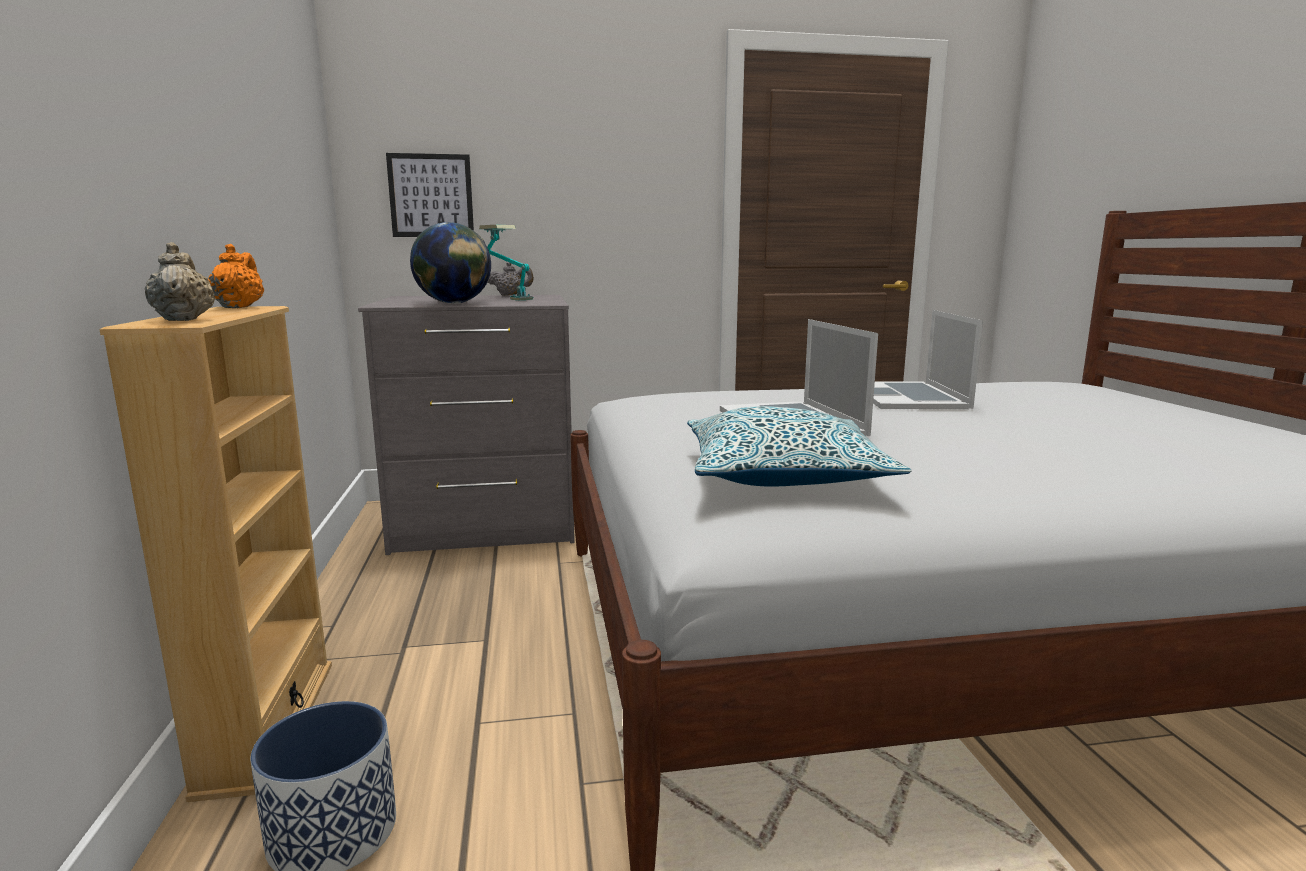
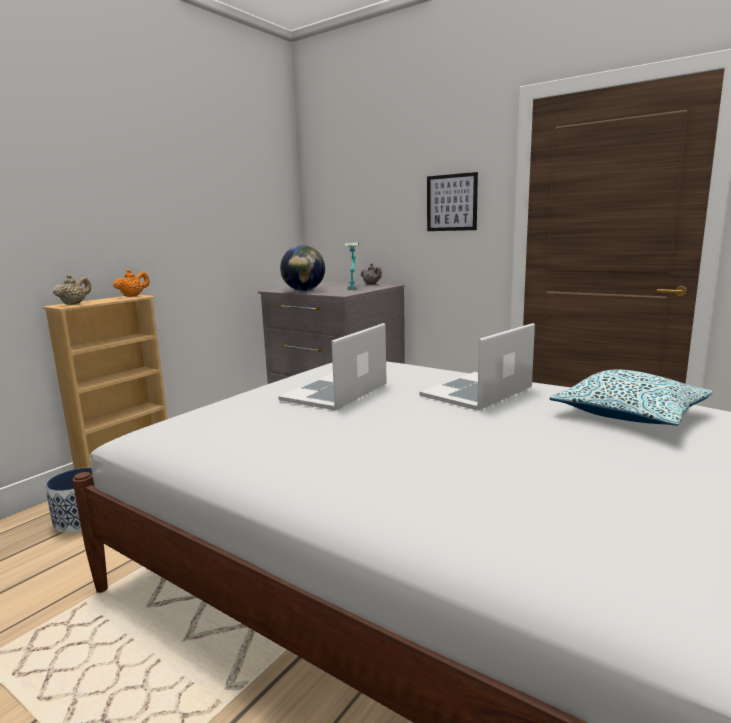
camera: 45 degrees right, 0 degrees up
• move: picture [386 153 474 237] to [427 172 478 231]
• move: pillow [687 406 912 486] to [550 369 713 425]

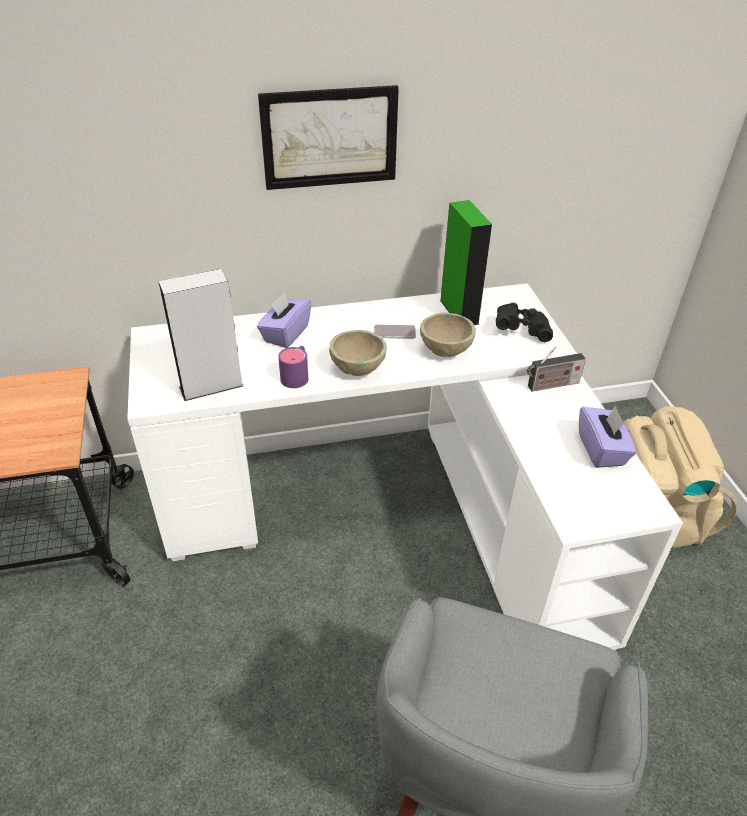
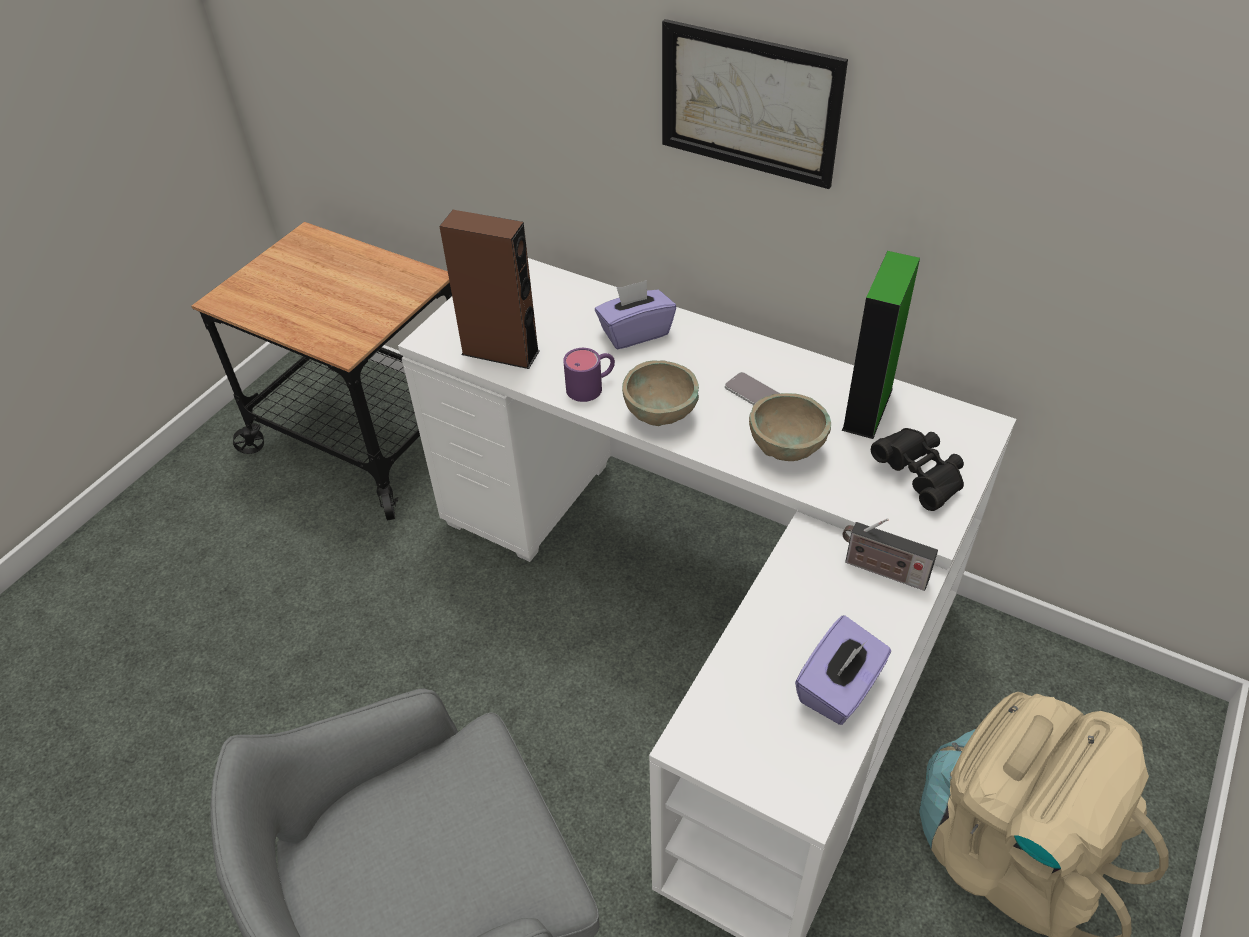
camera: 45 degrees right, 5 degrees up
• recolor: loudspeaker (grey) [158 269 243 401] to loudspeaker (brown) [439 210 540 369]

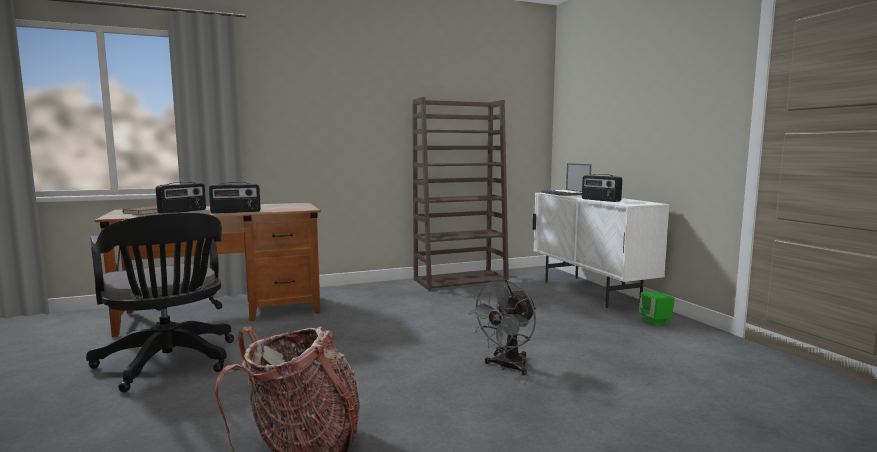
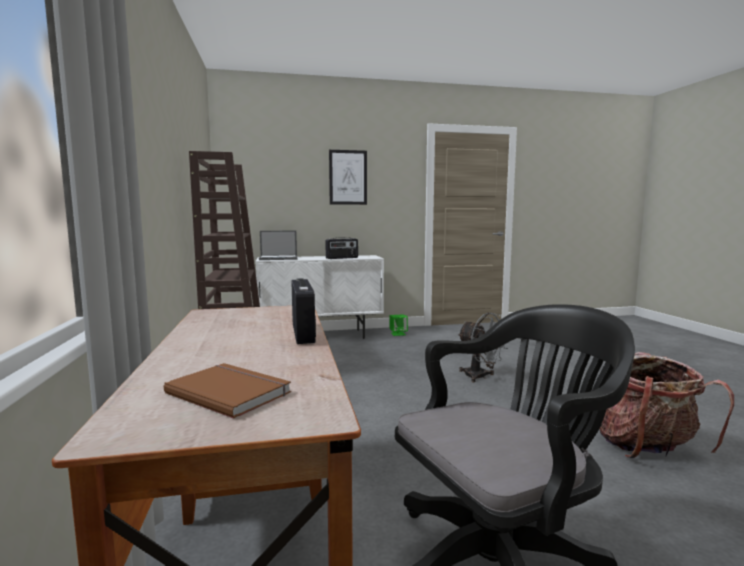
camera: 80 degrees left, 0 degrees up
• insert: picture [329 150 367 205]
• delete: radio [156 182 206 213]

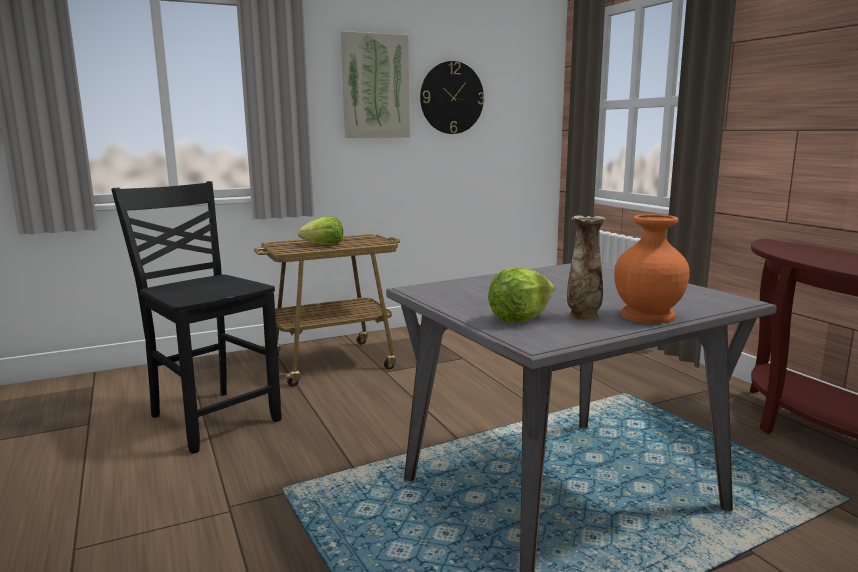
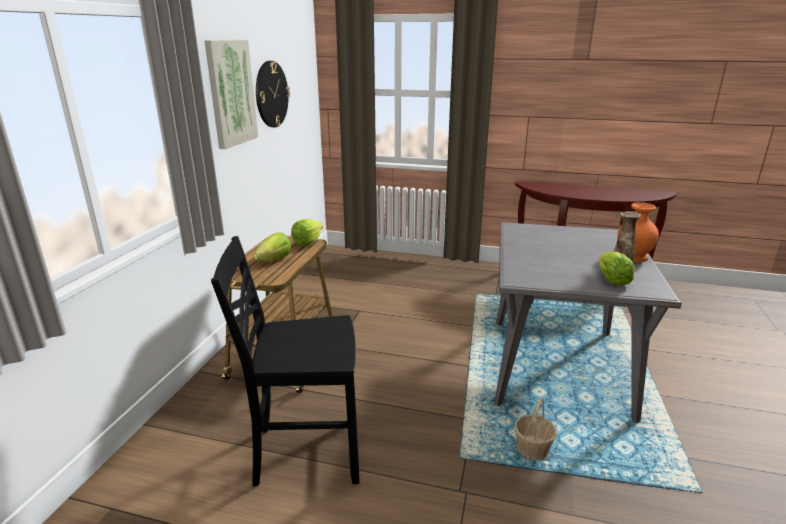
camera: 50 degrees left, 10 degrees up
• insert: lettuce head [291 219 323 246]
• insert: basket [514 398 557 460]

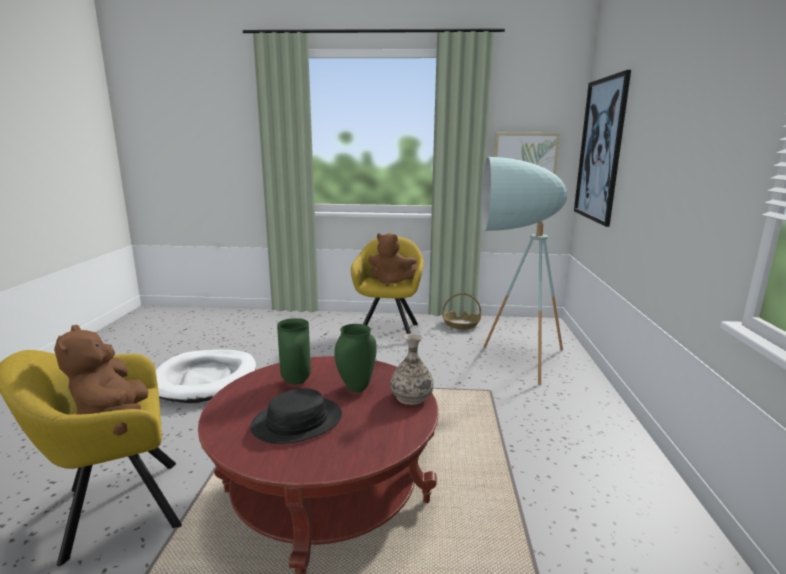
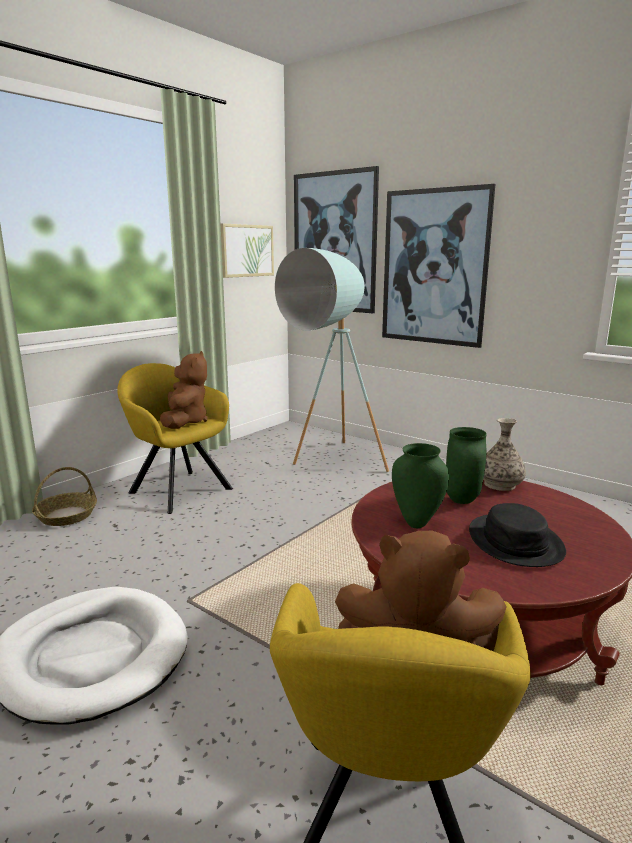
camera: 55 degrees left, 0 degrees up
• move: basket [442 293 481 330] to [32 467 97 526]
• rotate: cuddly toy (brown) [368 233 418 287] = [160 351 208 429] 60 degrees counterclockwise
• insert: picture [382 184 495 348]

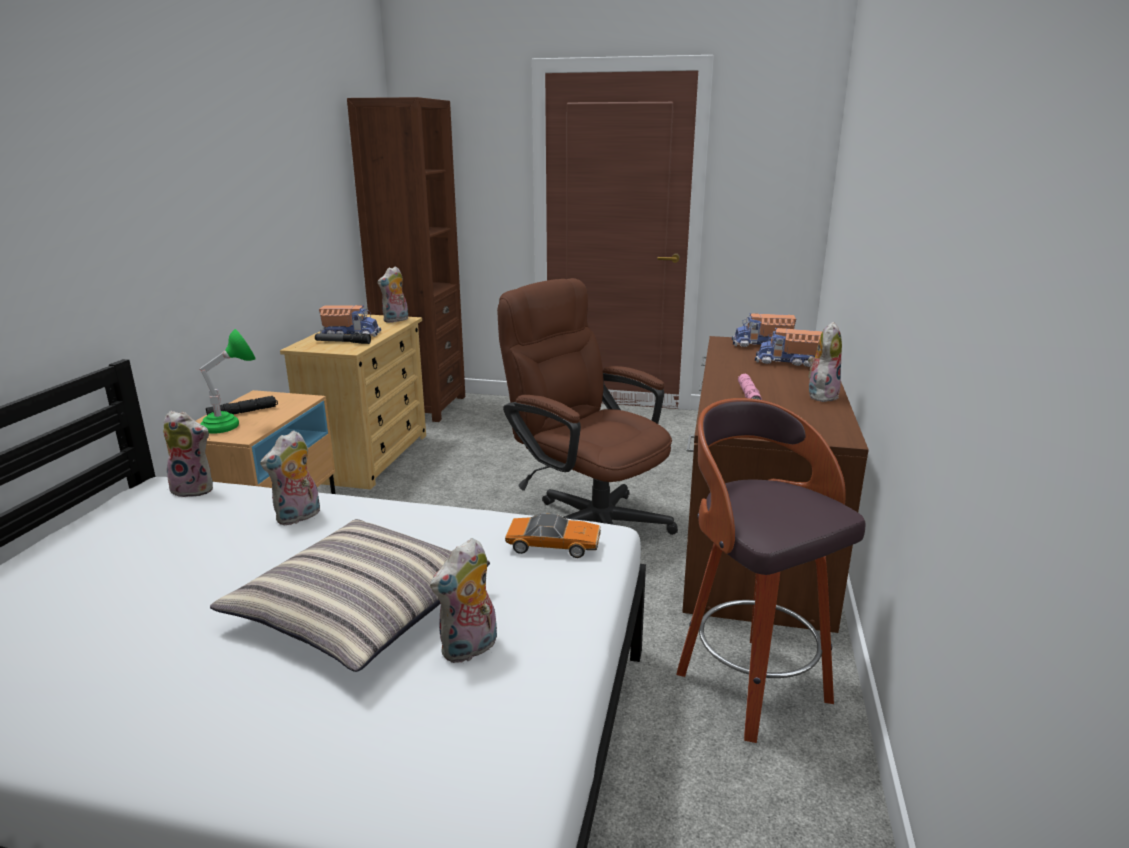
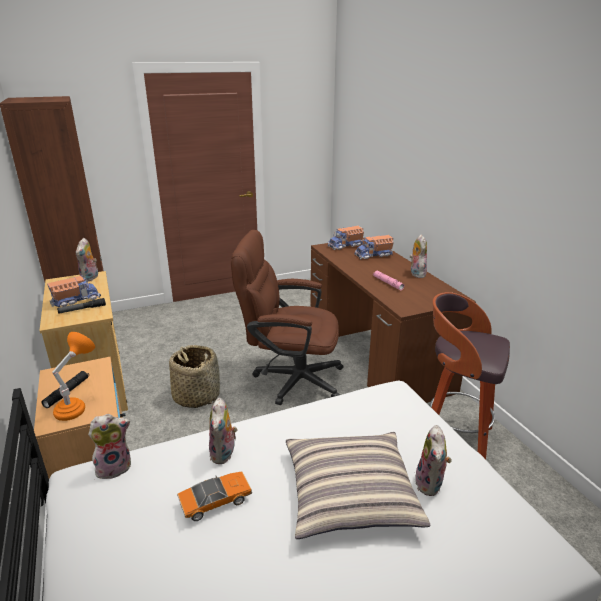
camera: 35 degrees left, 5 degrees up
• recolor: tabletop lamp (green-coloured) [200 329 255 434] to tabletop lamp (orangey) [52 332 95 421]
• insert: basket [169 345 220 408]
• move: toy car [505 513 601 558] to [177 471 252 521]

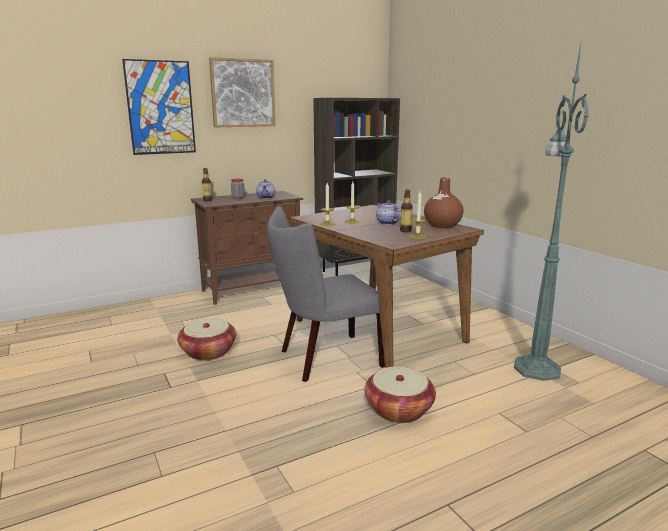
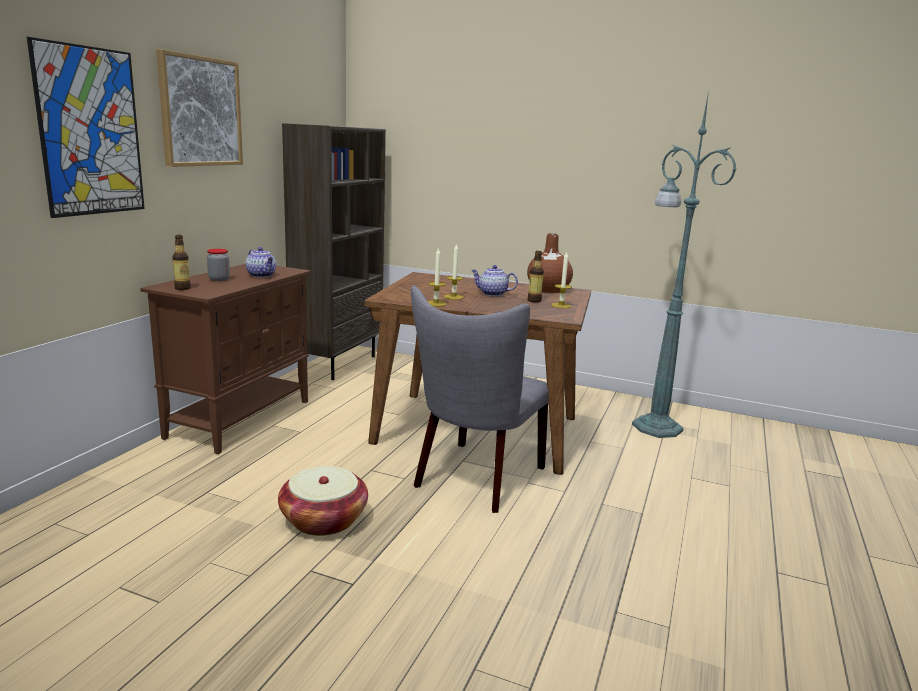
camera: 40 degrees left, 0 degrees up
• delete: basket [364 367 436 423]

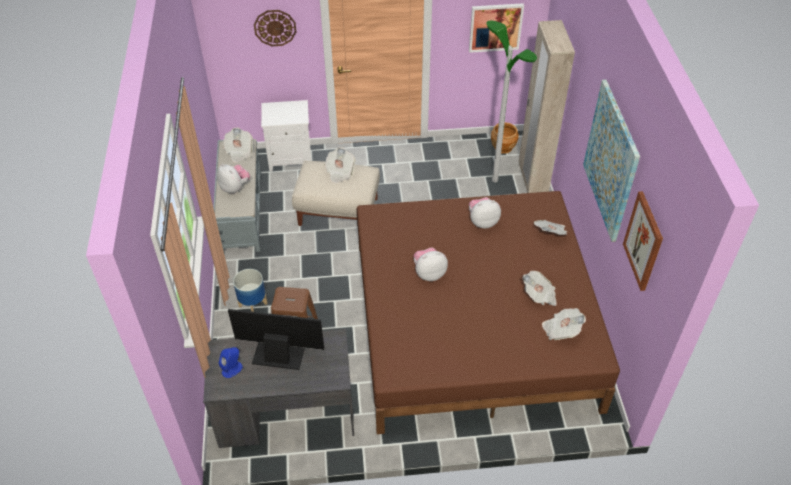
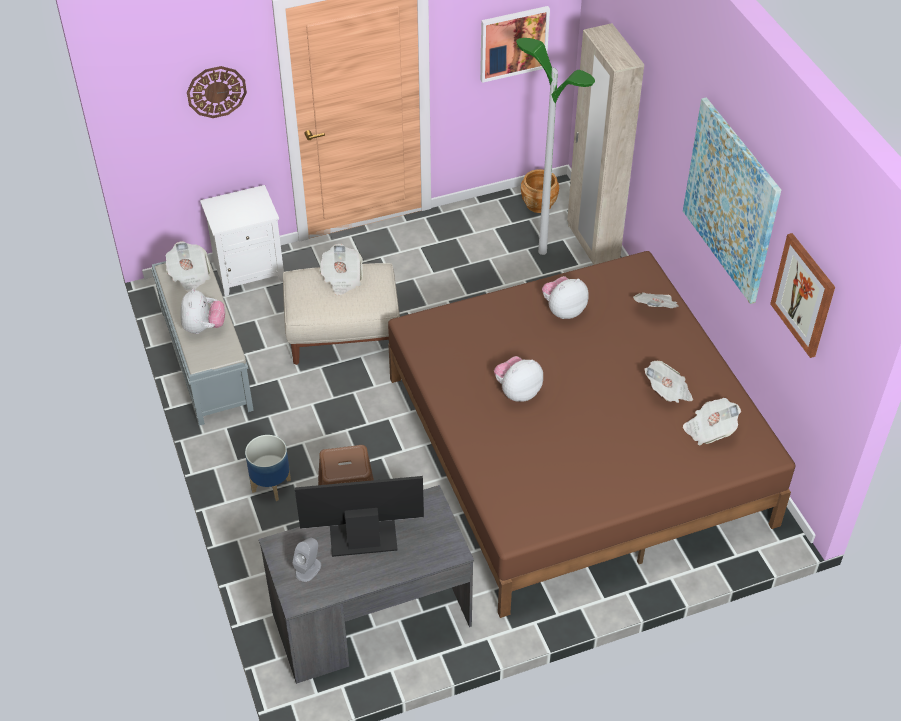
camera: 15 degrees left, 0 degrees up
• rotate: cuddly toy [217 164 250 194] = [180 289 225 334] 60 degrees clockwise
• recolor: loudspeaker (blue-coloured) [219 347 243 378] to loudspeaker (grey) [292 538 321 582]

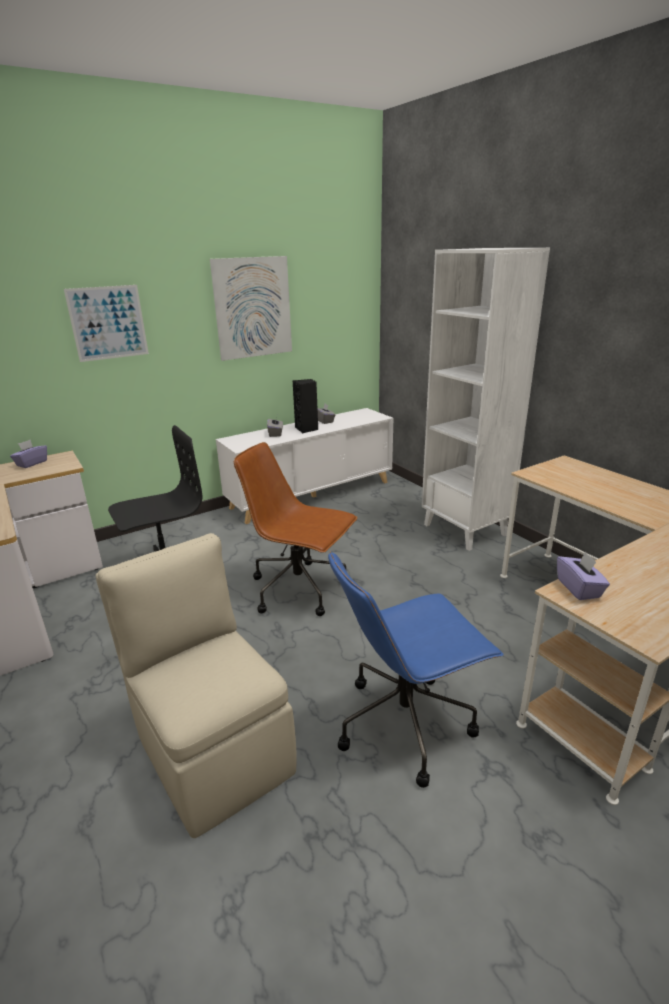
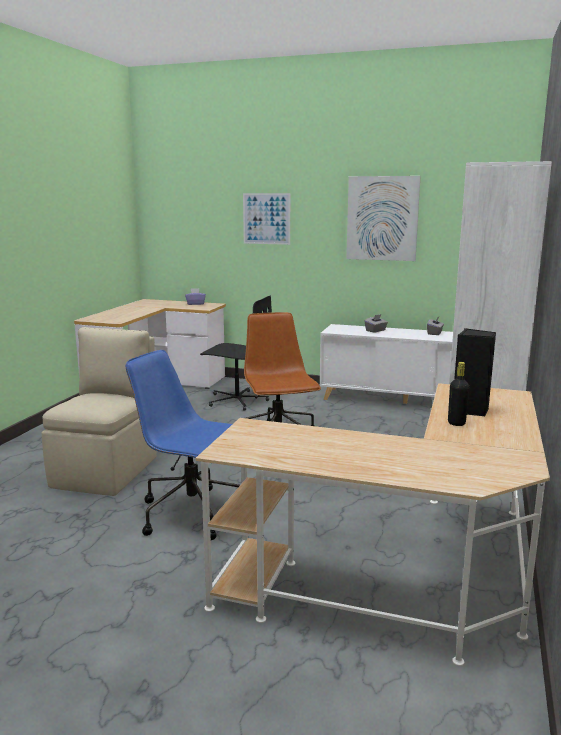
camera: 50 degrees right, 10 degrees down
• insert: bottle (black) [448 362 469 426]
• move: loudspeaker (black) [293 379 318 433] to [454 328 496 416]
• delete: tissue holder (purple-coloured) [557 551 610 600]

